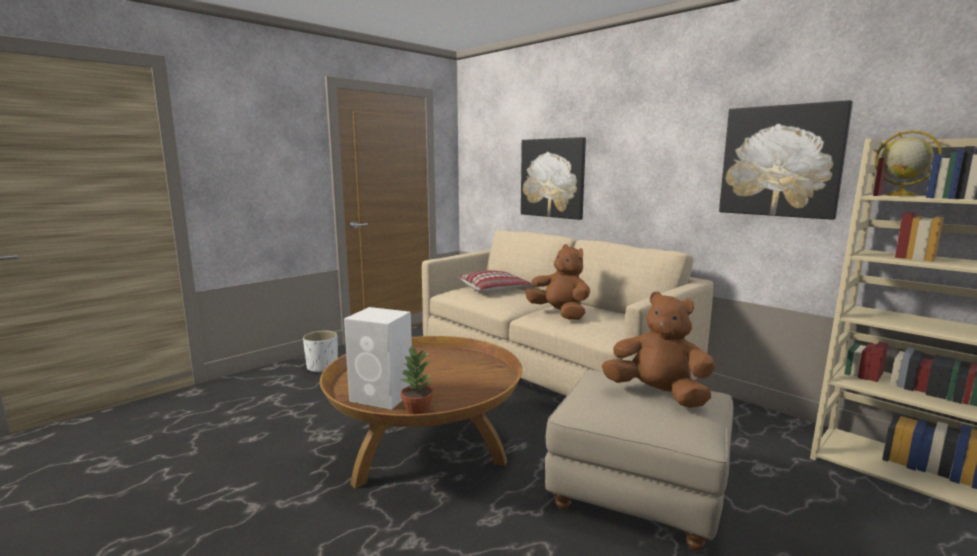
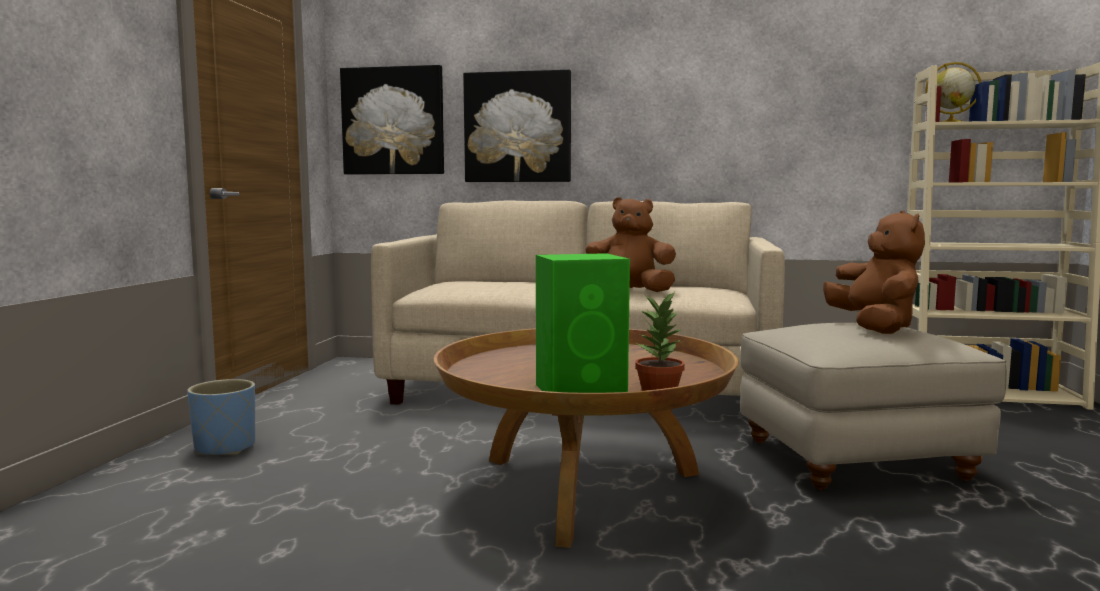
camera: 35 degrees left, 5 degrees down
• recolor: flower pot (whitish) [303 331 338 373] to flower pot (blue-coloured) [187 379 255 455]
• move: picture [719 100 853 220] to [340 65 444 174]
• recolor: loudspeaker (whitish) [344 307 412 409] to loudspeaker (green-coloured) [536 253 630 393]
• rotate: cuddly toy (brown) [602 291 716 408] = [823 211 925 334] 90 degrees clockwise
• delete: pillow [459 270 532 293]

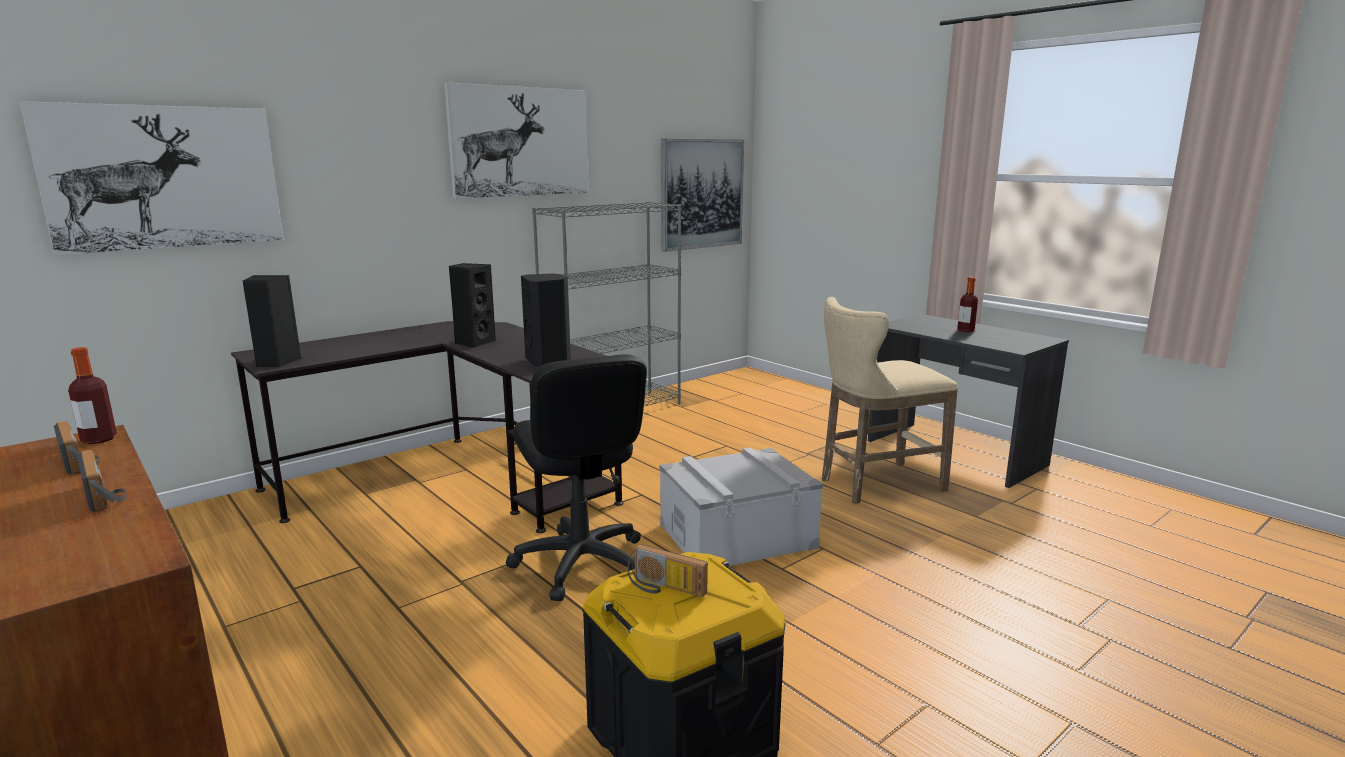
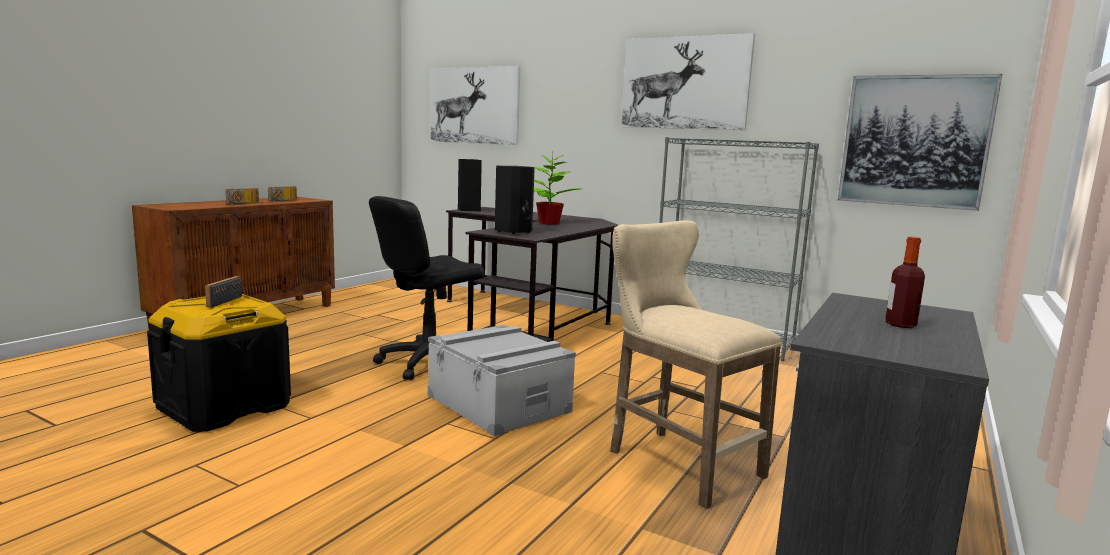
camera: 70 degrees right, 5 degrees down
• replace: loudspeaker (black) [449 263 496 348] to houseplant [534 152 580 225]
• delete: bottle [68 347 117 444]

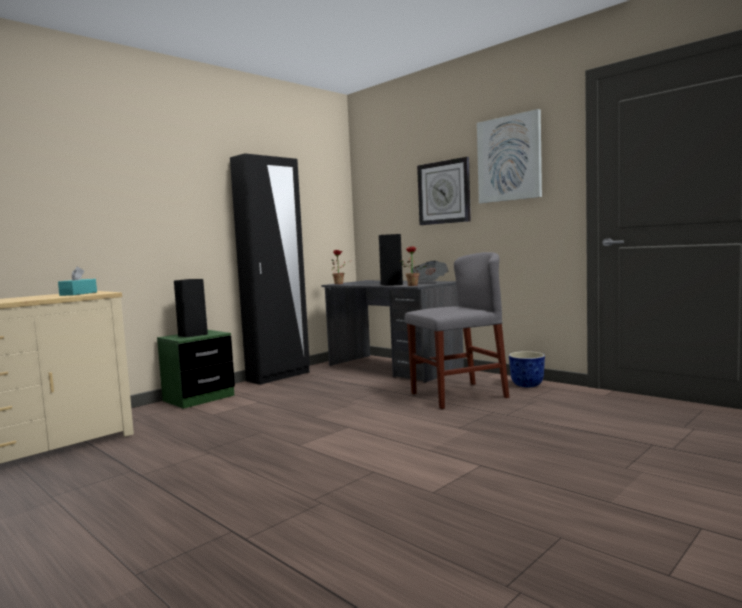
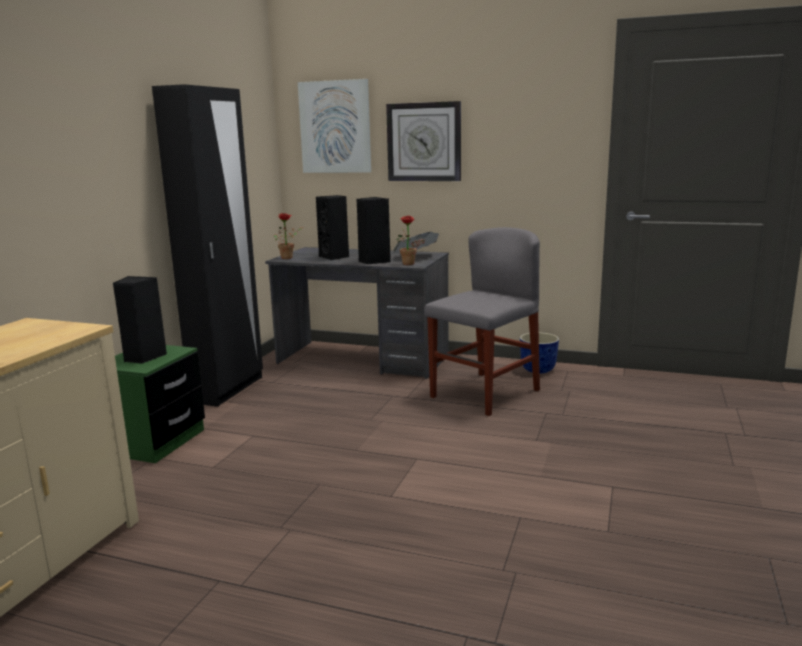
camera: 25 degrees left, 10 degrees up
• move: picture [477 109 542 203] to [298 79 371 173]
• insert: loudspeaker (black) [316 195 349 260]
• delete: tissue holder (turquoise) [58 267 97 296]

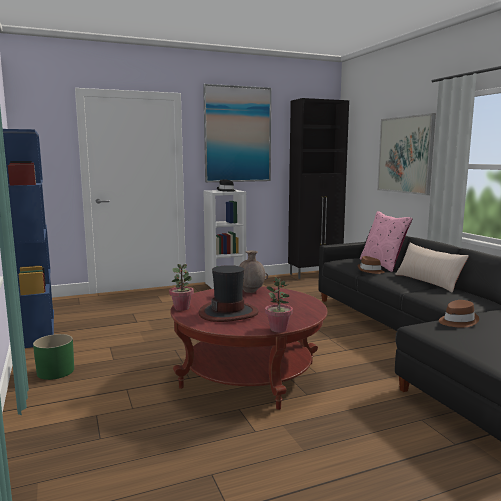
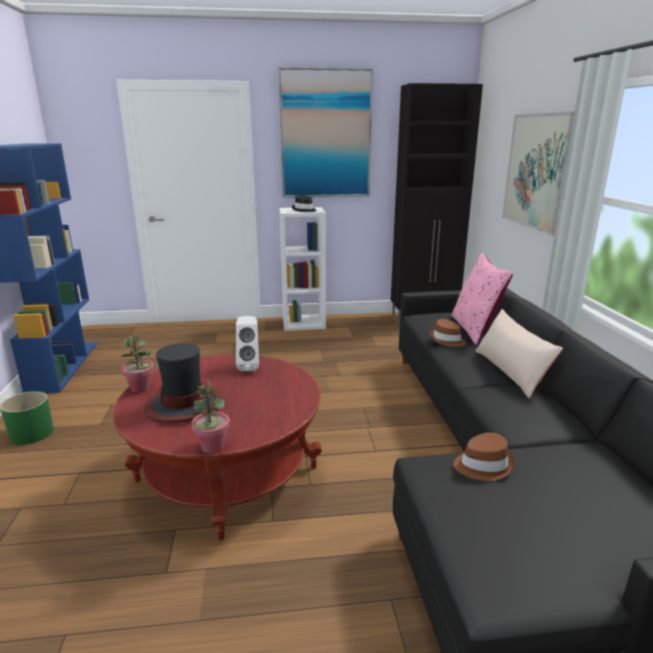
camera: 15 degrees right, 10 degrees up
• replace: flower vase (brown) [239 251 268 293] to loudspeaker (whitish) [236 316 259 371]

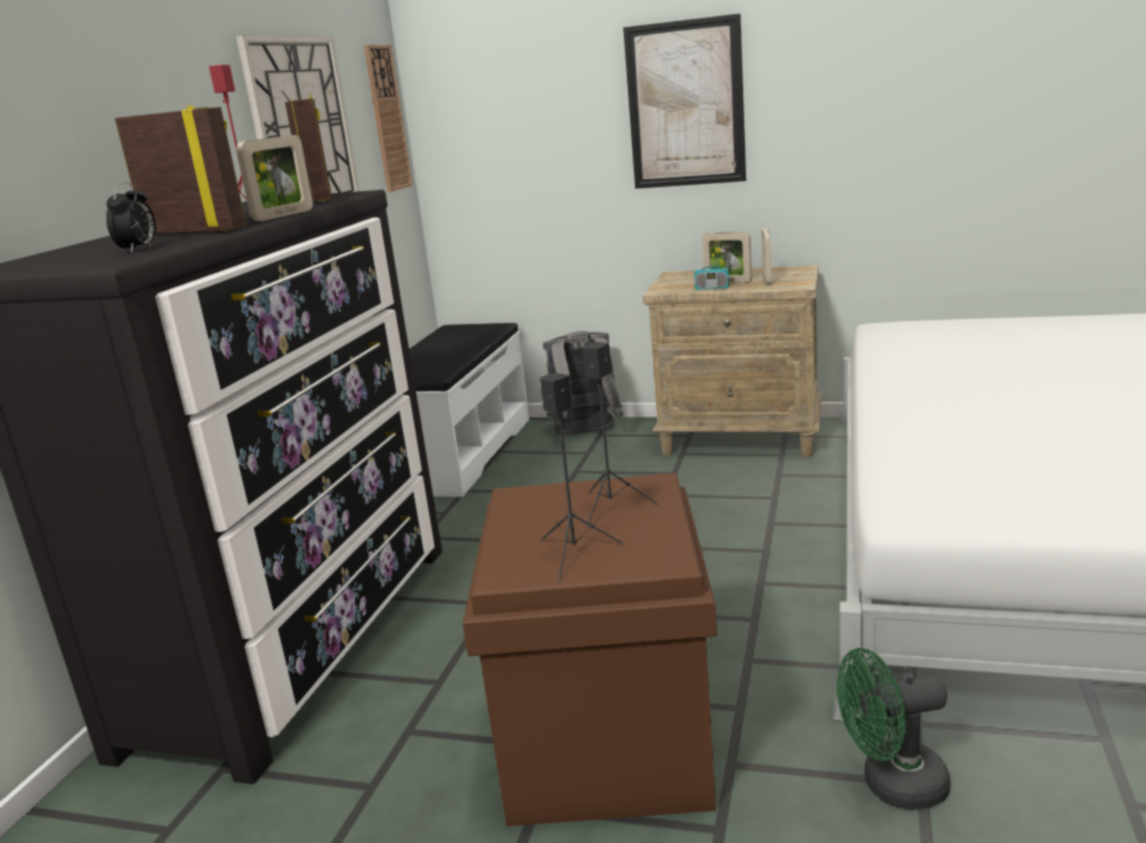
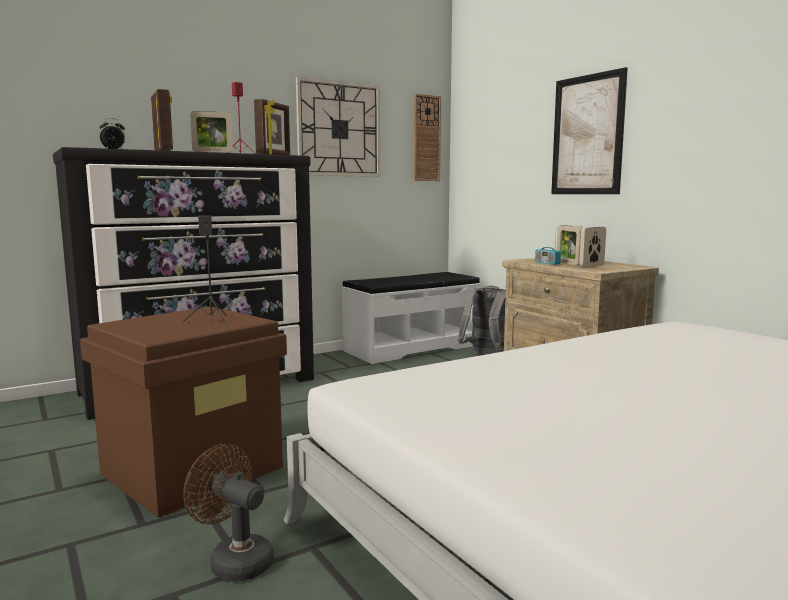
camera: 40 degrees right, 10 degrees down
• recolor: cooling fan (green-coloured) [837 648 950 810] to cooling fan (brown) [183 444 274 582]
• delete: loudspeaker (black) [540 373 624 580]

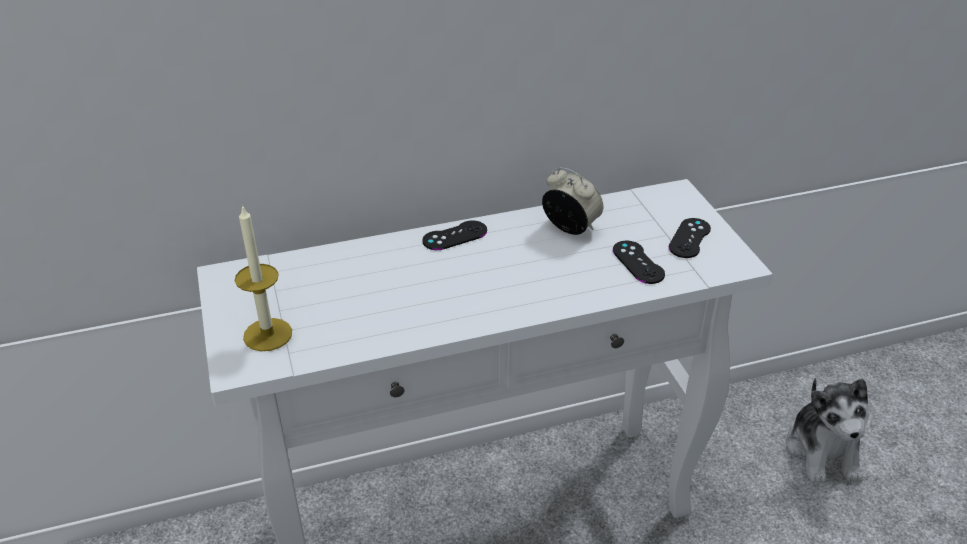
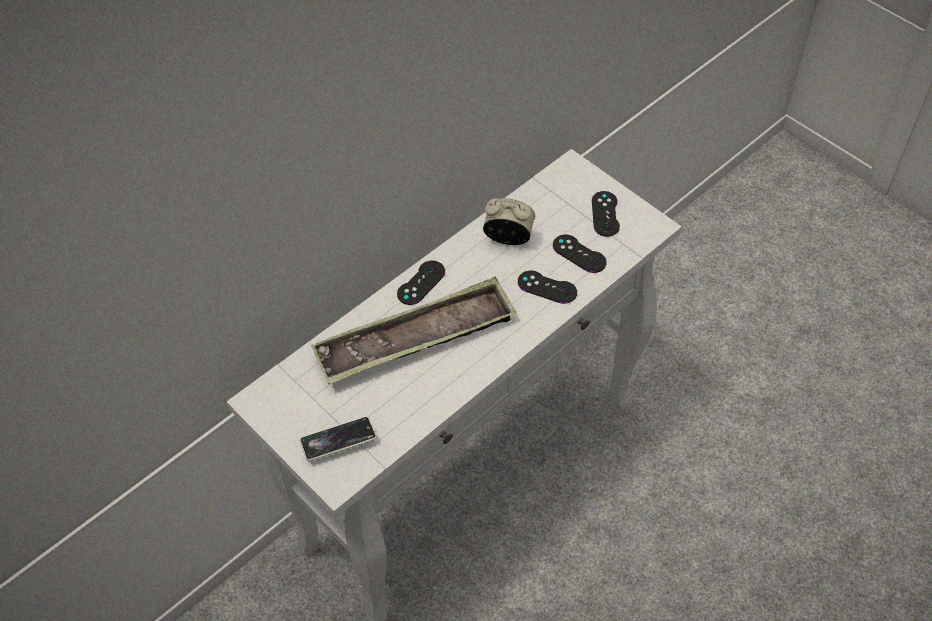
camera: 25 degrees left, 15 degrees up
• replace: wax light [235 205 292 351] to handset [300 417 377 461]
• insert: serving tray [311 277 517 384]
• insert: game controller (black) [518 271 577 304]
• delete: cuddly toy [787 378 869 483]

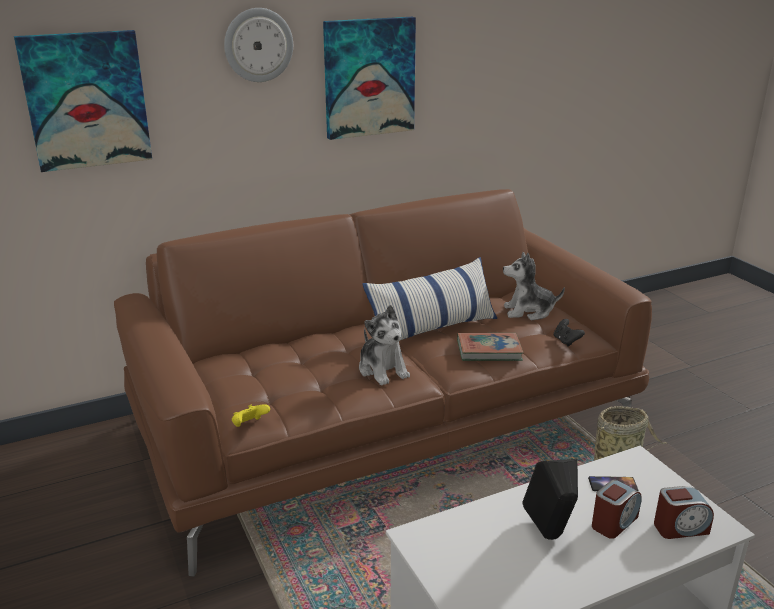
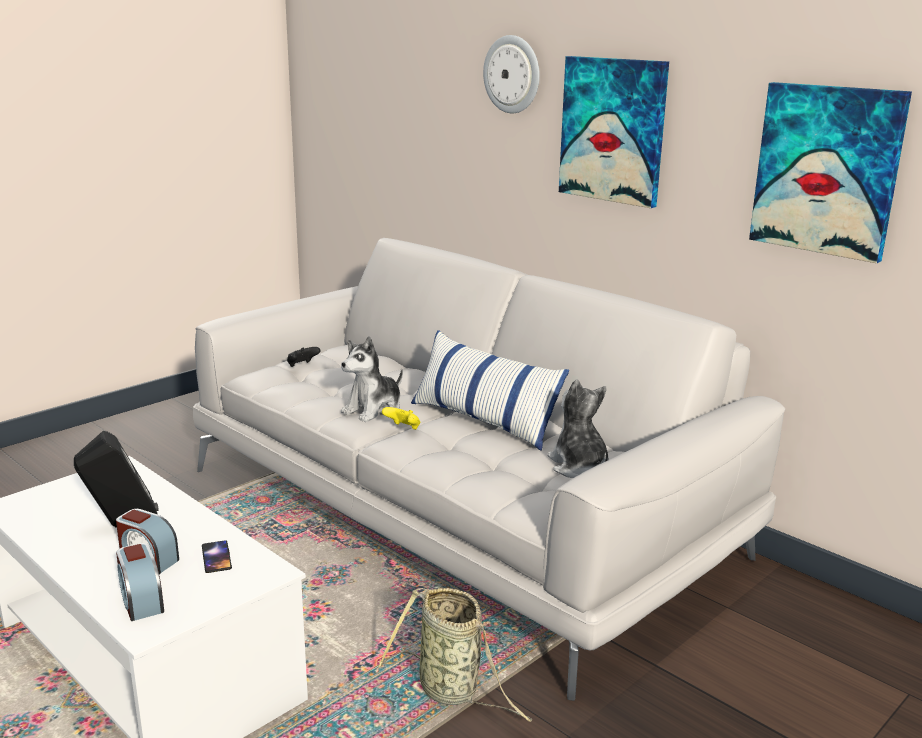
camera: 70 degrees right, 5 degrees down
• recolor: settee (brown) [114 189 652 577] to settee (grey) [193 238 785 701]
• move: game controller (black) [554 319 585 347] to [287 347 320 367]
• move: game controller (yellowish) [232 404 270 427] to [382 407 420 430]
• move: picture [14 30 152 172] to [749 82 912 263]
• delete: bound book [457 333 523 361]

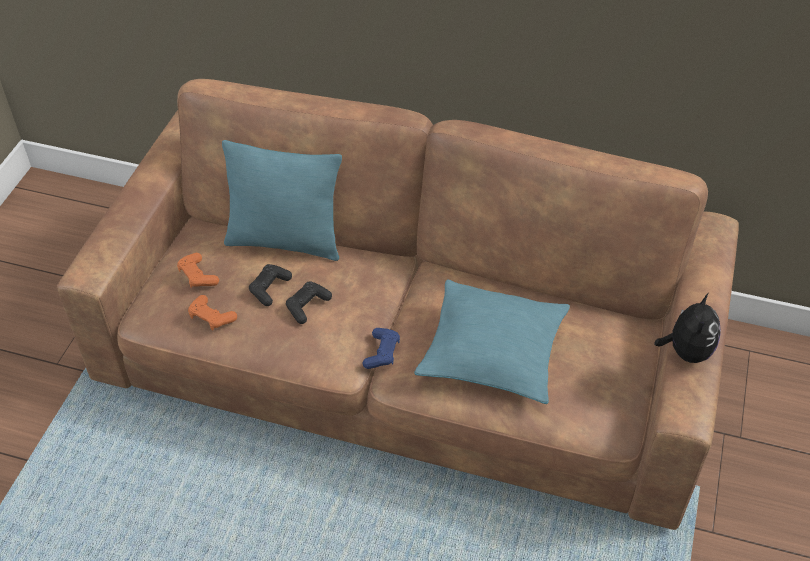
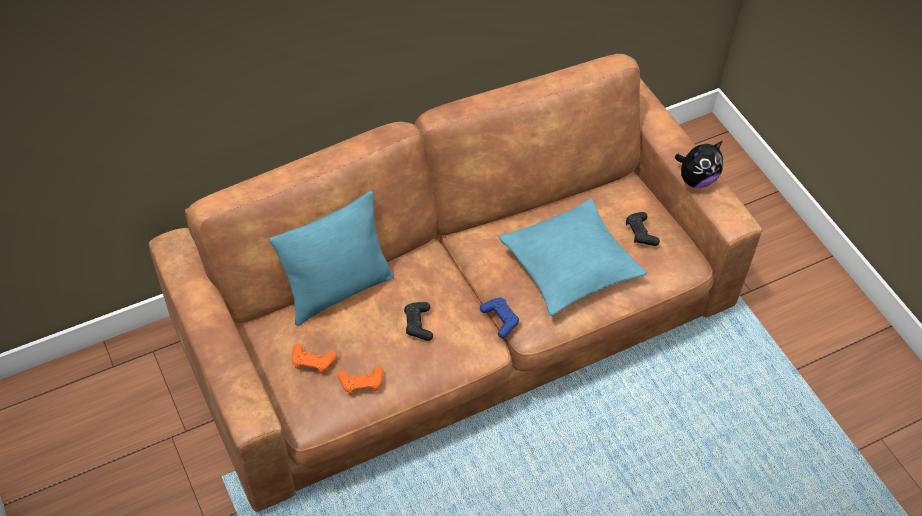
camera: 45 degrees left, 5 degrees up
• move: game controller (black) [249 264 292 306] to [626 212 660 246]
• rotate: cuddly toy [654 293 721 363] = [675 141 723 188] 90 degrees clockwise

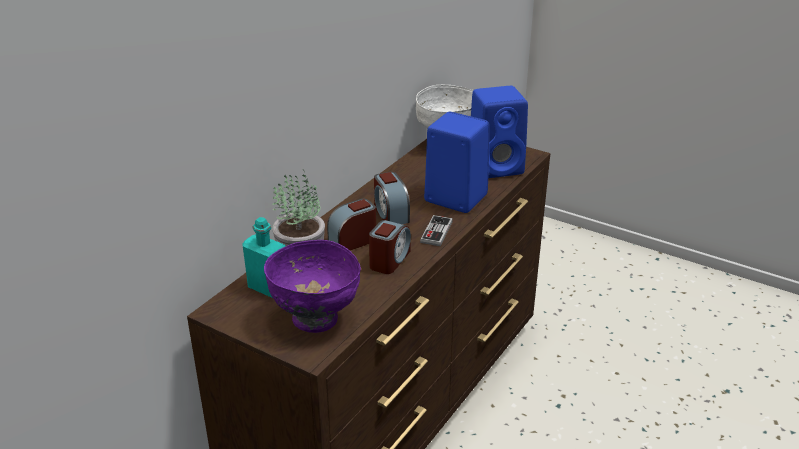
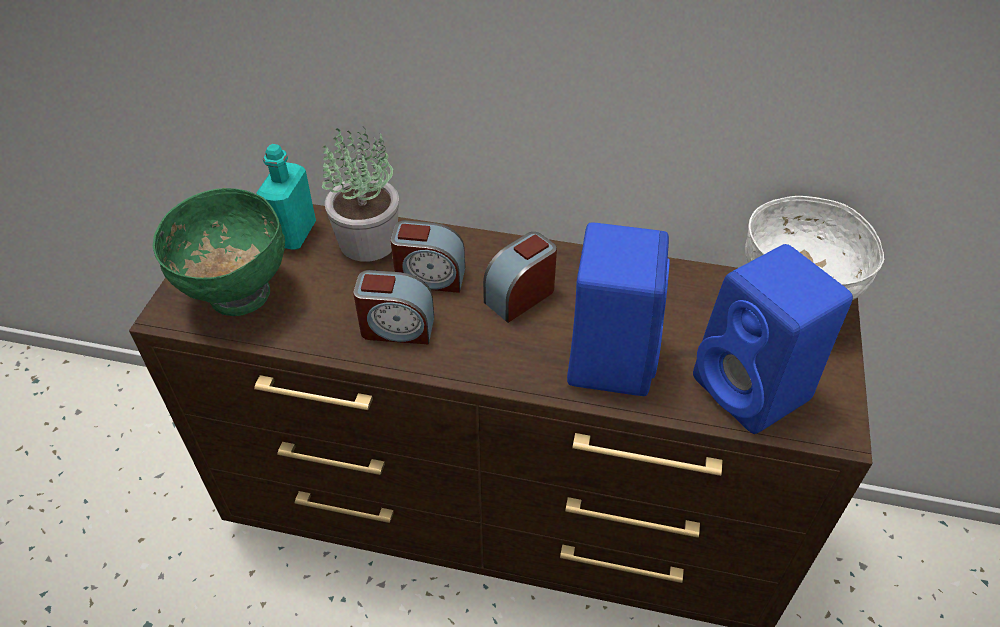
camera: 70 degrees right, 15 degrees up
• recolor: serving bowl (purple-coloured) [264 240 361 333] to serving bowl (green-coloured) [153 188 285 316]
• rotate: table clock [327 199 376 250] = [390 220 465 293] 150 degrees clockwise
• delete: game controller [420 215 453 246]

